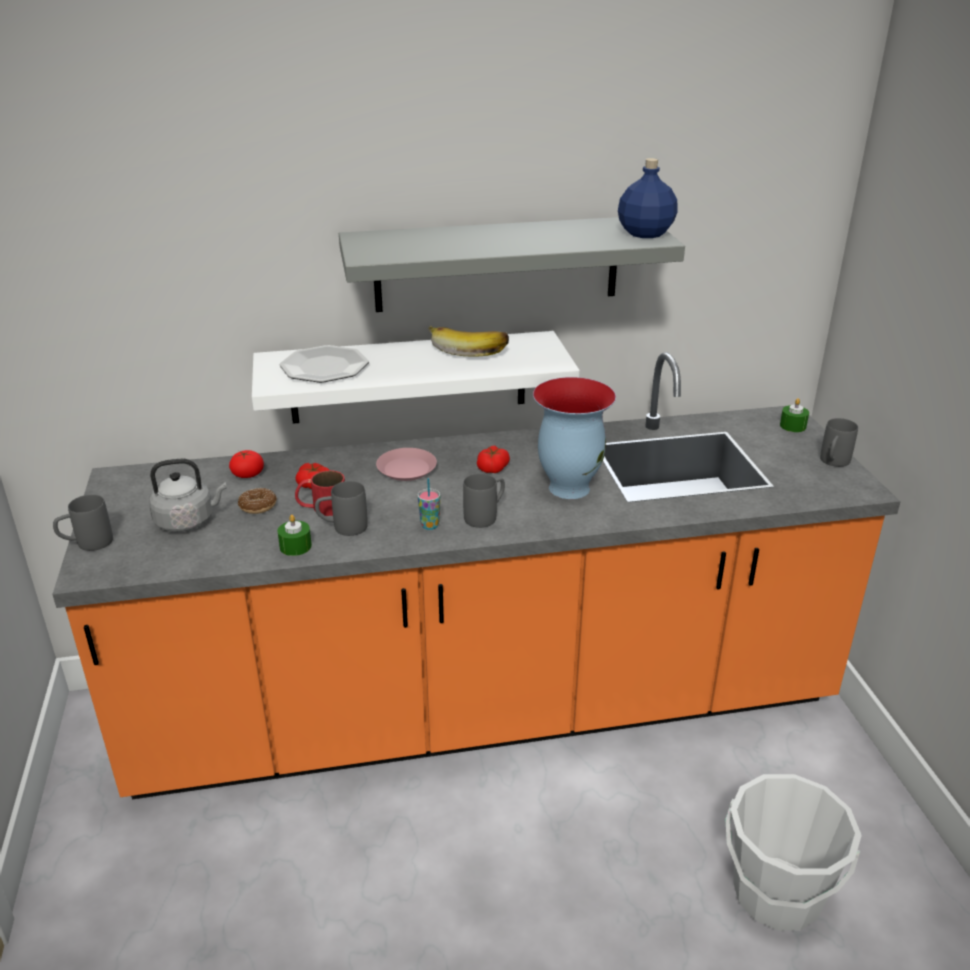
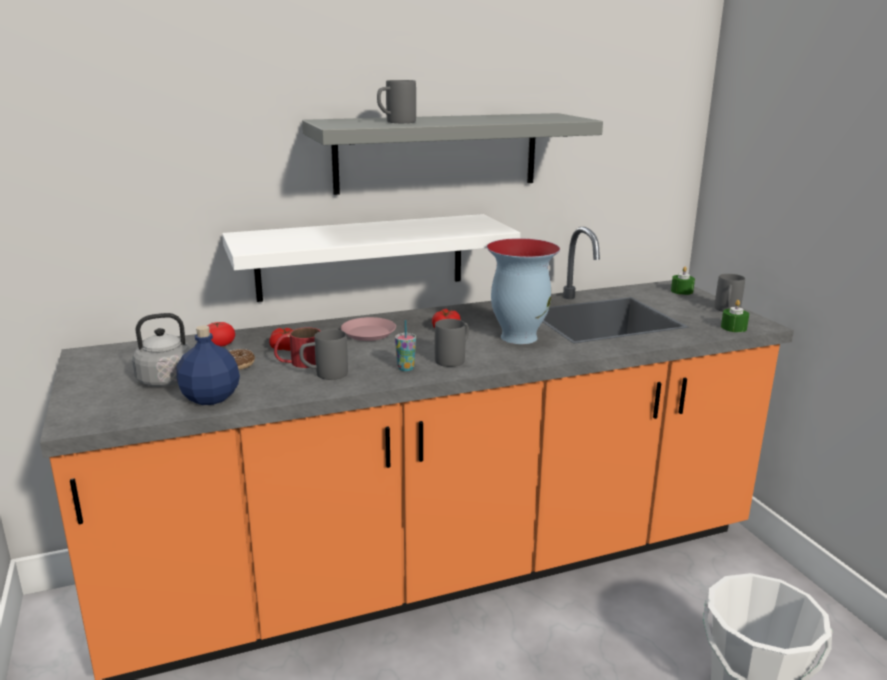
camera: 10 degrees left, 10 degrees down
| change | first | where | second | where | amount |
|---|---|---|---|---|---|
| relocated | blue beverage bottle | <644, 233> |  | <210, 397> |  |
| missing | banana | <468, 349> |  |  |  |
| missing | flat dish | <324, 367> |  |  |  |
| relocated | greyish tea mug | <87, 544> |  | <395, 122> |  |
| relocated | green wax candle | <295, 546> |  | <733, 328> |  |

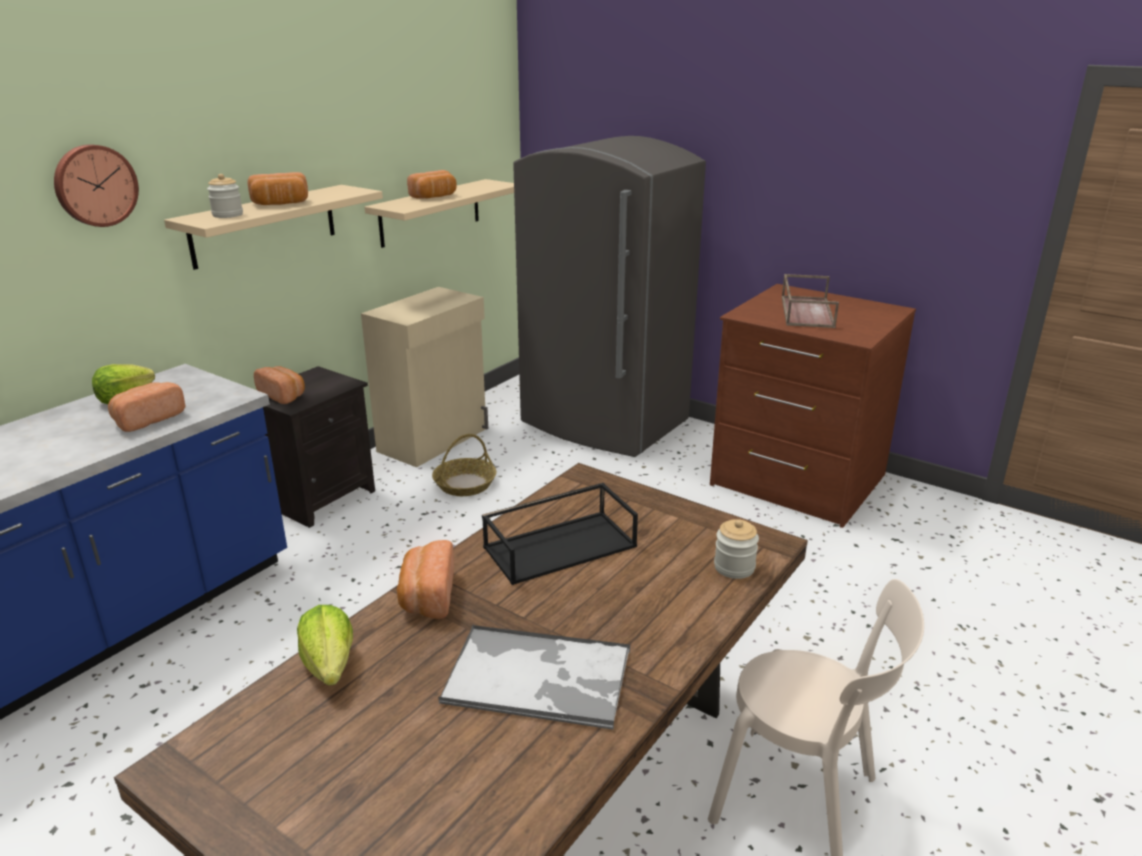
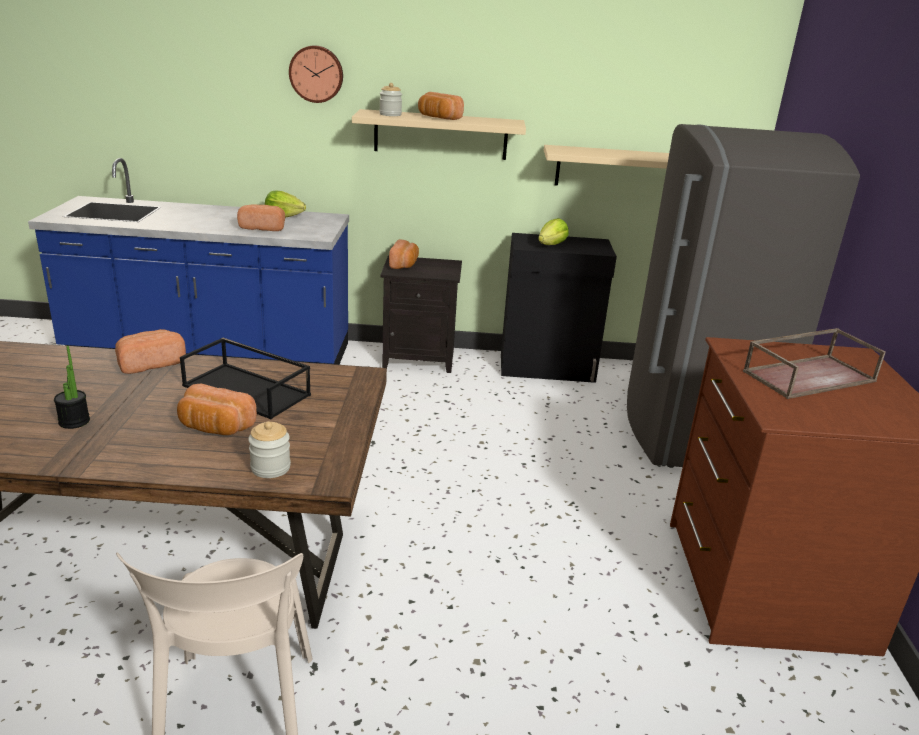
camera: 55 degrees right, 0 degrees up
| change | first | where | second | where | amount |
|---|---|---|---|---|---|
| relocated | bakery bread | <435, 197> |  | <215, 428> |  |
| colour | sand-coloured storage cabinet | <434, 440> | black storage cabinet | <548, 368> |  |
| missing | household basket | <465, 484> |  |  |  |
| relocated | head of lettuce | <329, 665> |  | <551, 245> |  |
| exchanged | carrying tray | <539, 677> | potted plant | <74, 421> |  |

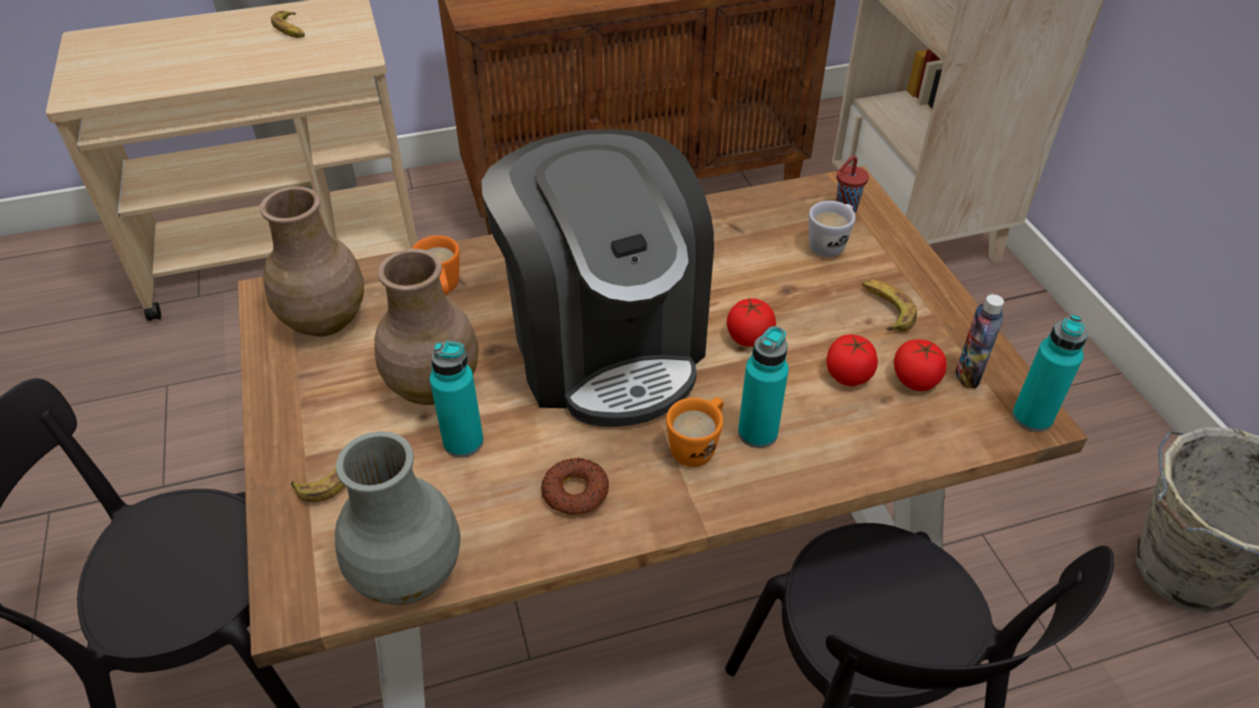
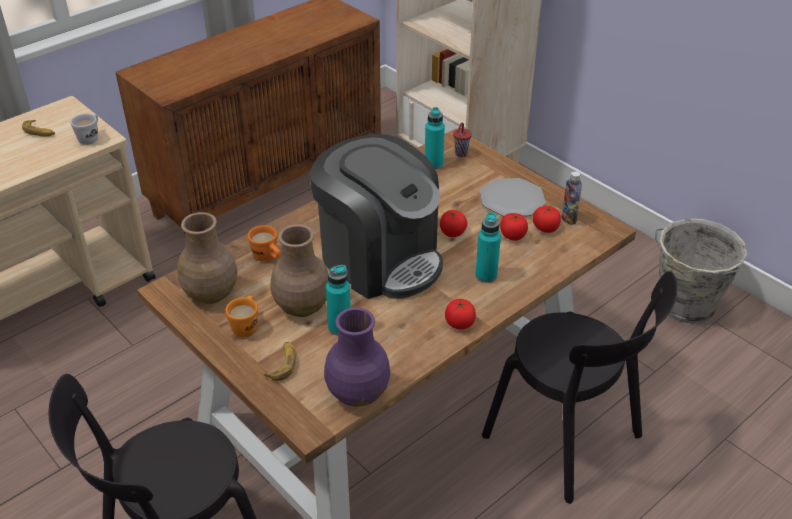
camera: 25 degrees left, 5 degrees down
| change | first | where | second | where | amount |
|---|---|---|---|---|---|
| relocated | white tea mug | <830, 244> |  | <91, 138> |  |
| exchanged | banana | <885, 309> | flat dish | <512, 199> |  |
| relocated | turquoise beverage bottle | <1032, 417> |  | <433, 164> |  |
| relocated | orange tea mug | <698, 446> |  | <246, 326> |  |
| colour | greyish flower vase | <406, 575> | purple-coloured flower vase | <357, 394> |  |
| missing | doughnut | <575, 492> |  |  |  |
| appeared |  |  | fresh tomato | <459, 323> |  |

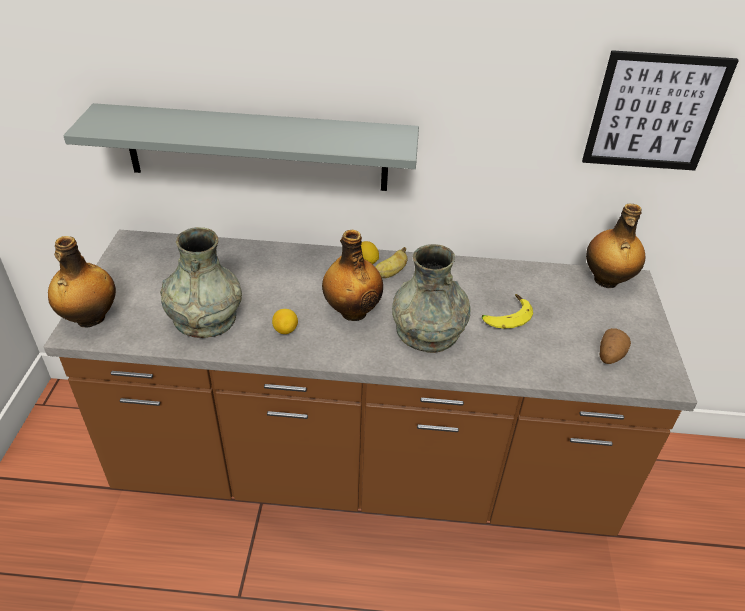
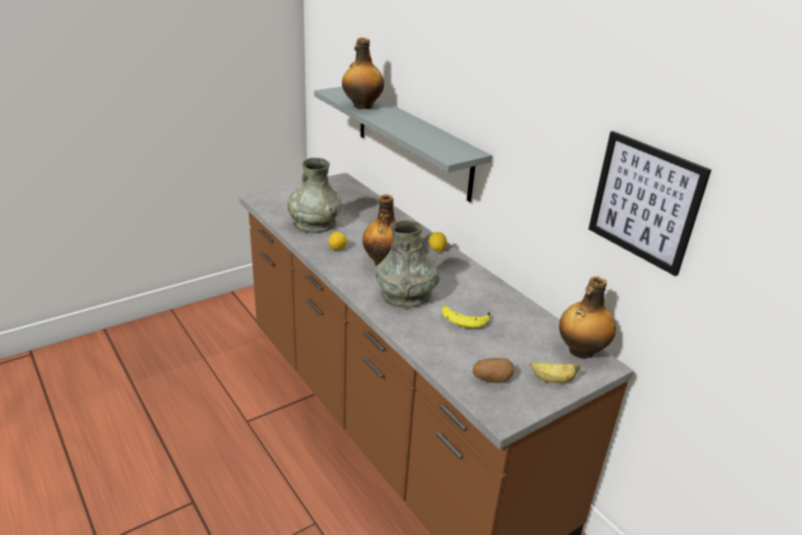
camera: 50 degrees right, 10 degrees down
| change | first | where | second | where | amount |
|---|---|---|---|---|---|
| relocated | beverage bottle | <90, 318> |  | <362, 106> |  |
| relocated | banana | <390, 273> |  | <551, 380> |  |

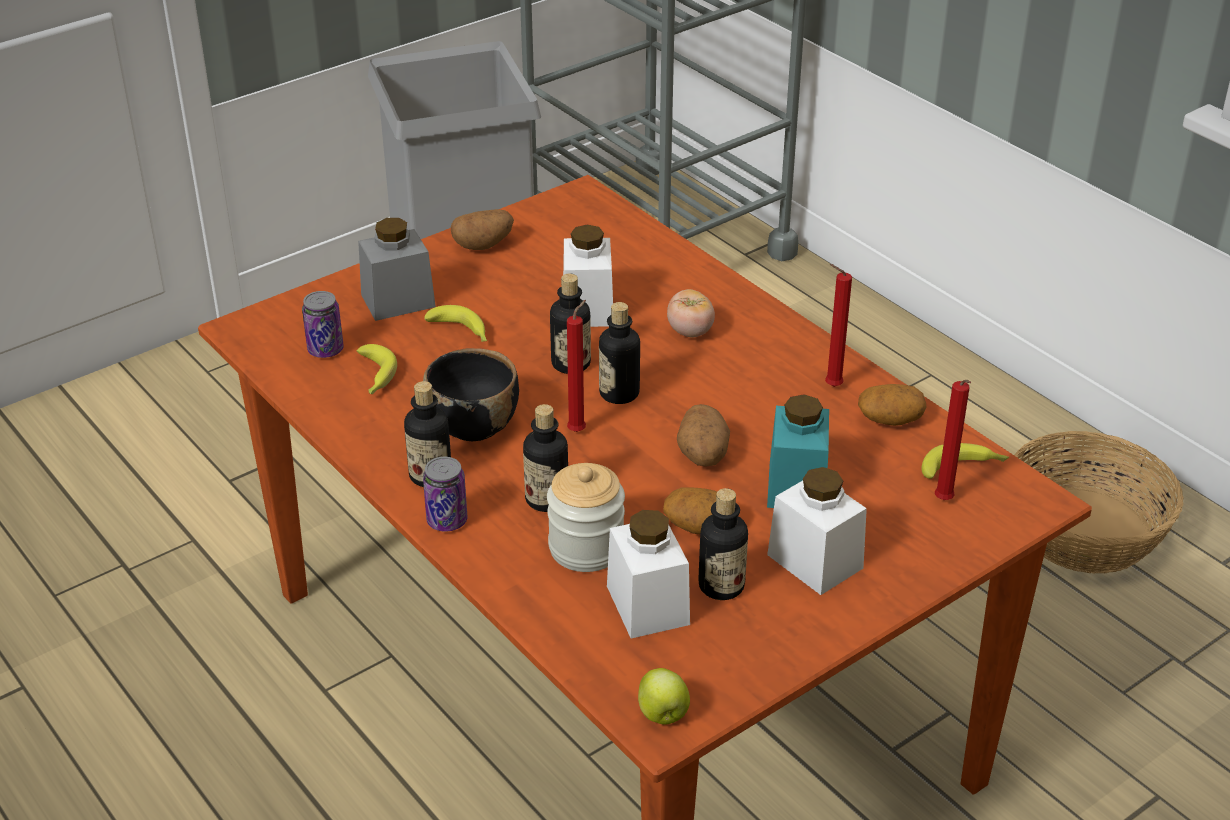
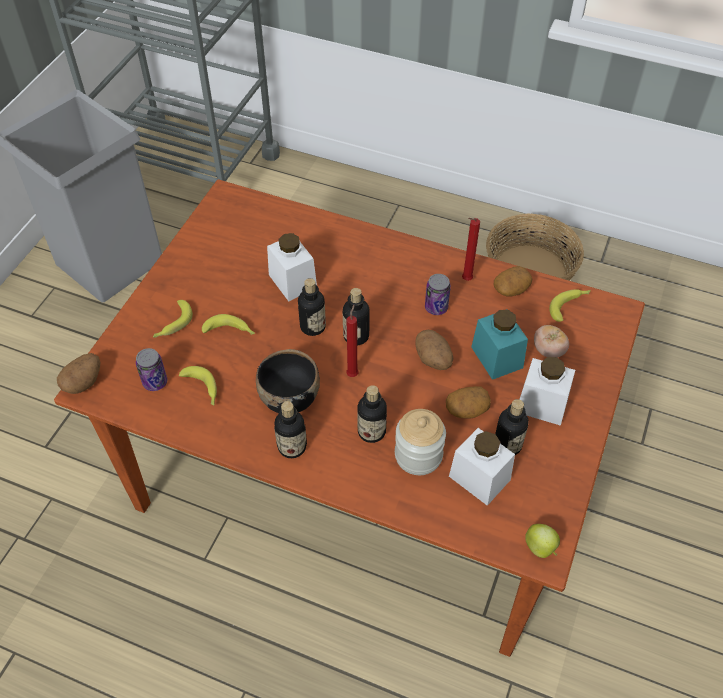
camera: 30 degrees left, 15 degrees up
| change | first | where | second | where | amount |
|---|---|---|---|---|---|
| relocated | potato | <483, 245> |  | <83, 382> |  |
| exchanged | greyish preserve jar | <398, 301> | banana | <172, 324> |  |
| relocated | fresh tomato | <690, 331> |  | <548, 350> |  |
| missing | reddish wax candle | <944, 502> |  |  |  |
| relocated | can | <447, 521> |  | <436, 307> |  |

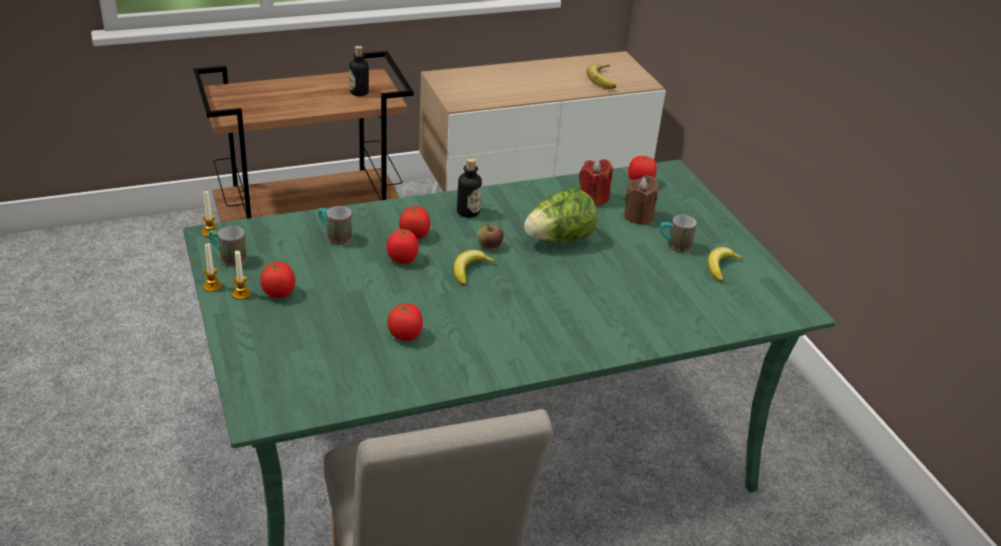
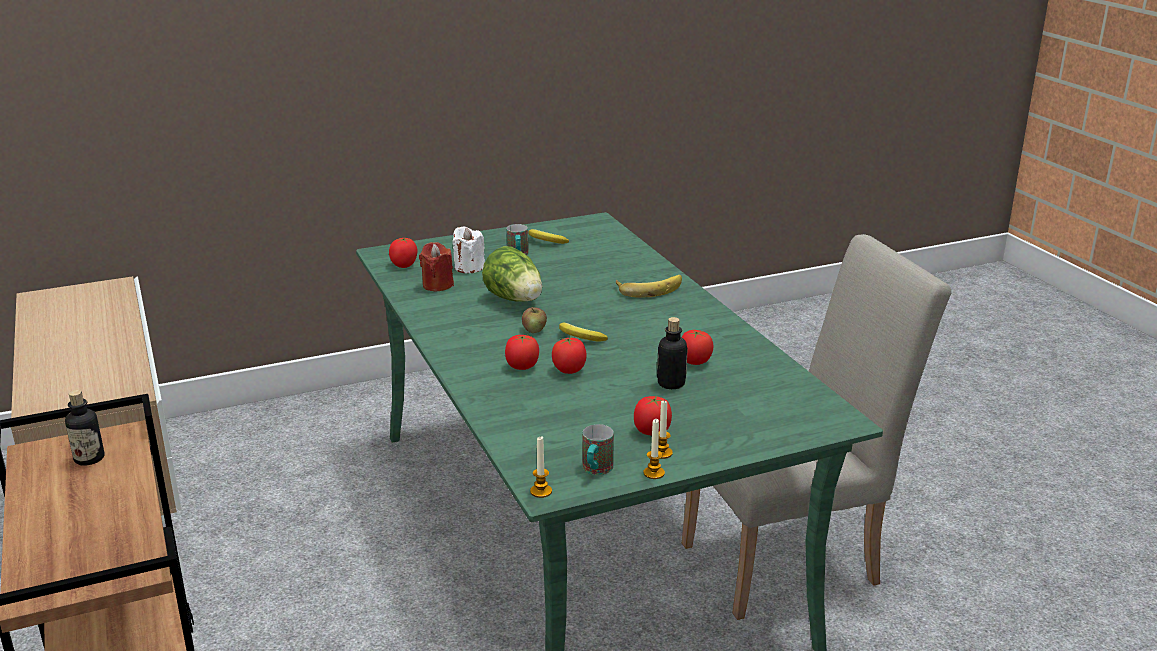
camera: 90 degrees left, 10 degrees down
| change | first | where | second | where | amount |
|---|---|---|---|---|---|
| relocated | banana | <605, 79> |  | <649, 288> |  |
| relocated | beverage bottle | <468, 212> |  | <671, 383> |  |
| colour | brown wax candle | <638, 216> | white wax candle | <469, 267> |  |
| missing | tea mug | <334, 237> |  |  |  |

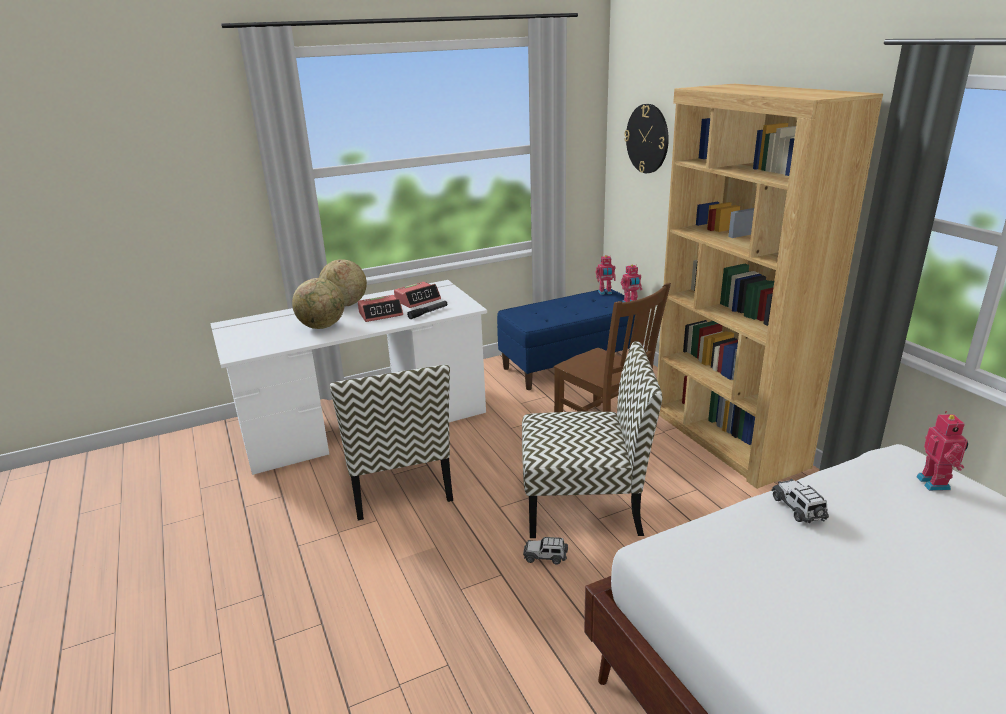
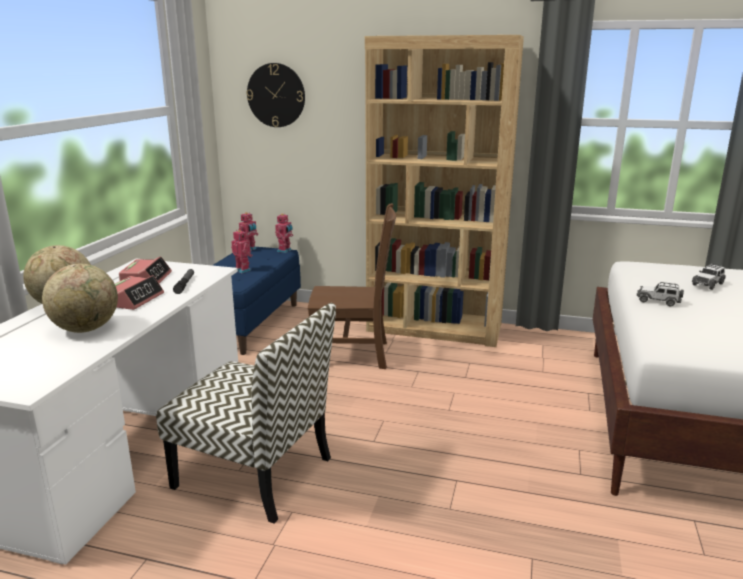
camera: 50 degrees left, 5 degrees down
| change | first | where | second | where | amount |
|---|---|---|---|---|---|
| missing | chair | <584, 504> |  |  |  |
| relocated | model robot | <935, 483> |  | <243, 270> |  |
| relocated | model car | <545, 556> |  | <708, 284> |  |

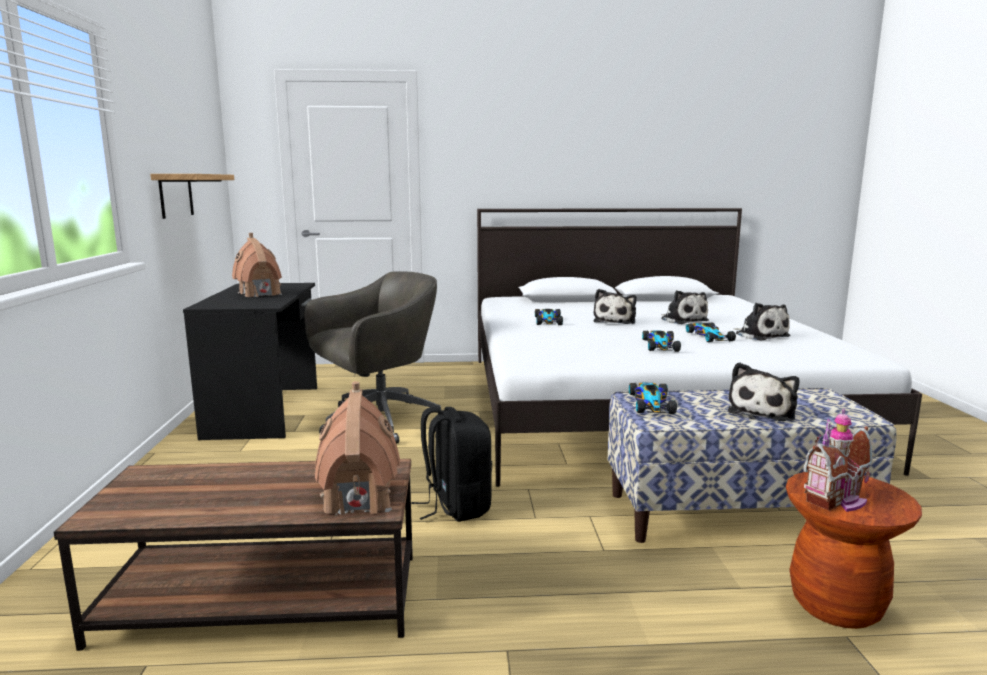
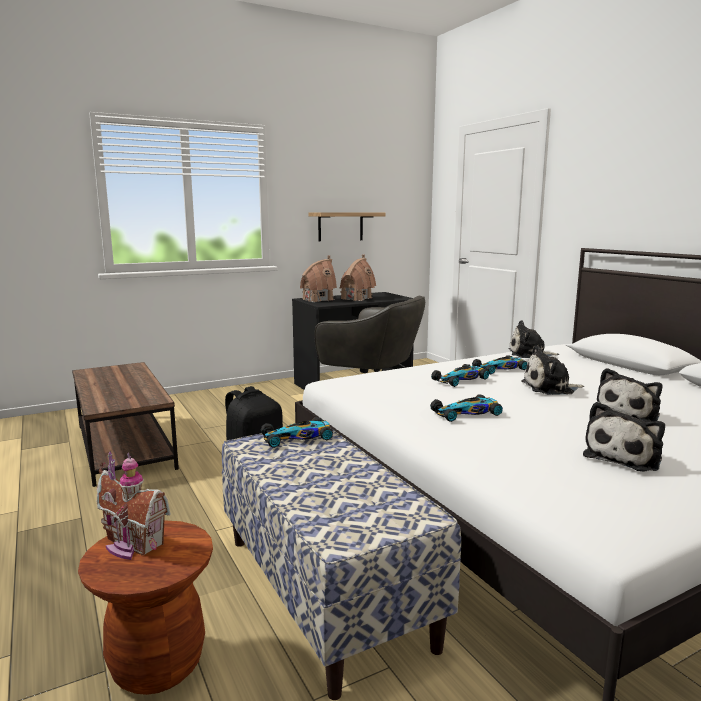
camera: 65 degrees right, 0 degrees up
| change | first | where | second | where | amount |
|---|---|---|---|---|---|
| relocated | model car | <709, 336> |  | <461, 379> |  |
| relocated | plush toy | <763, 411> |  | <529, 354> |  |
| relocated | miniature house | <358, 498> |  | <317, 299> |  |

